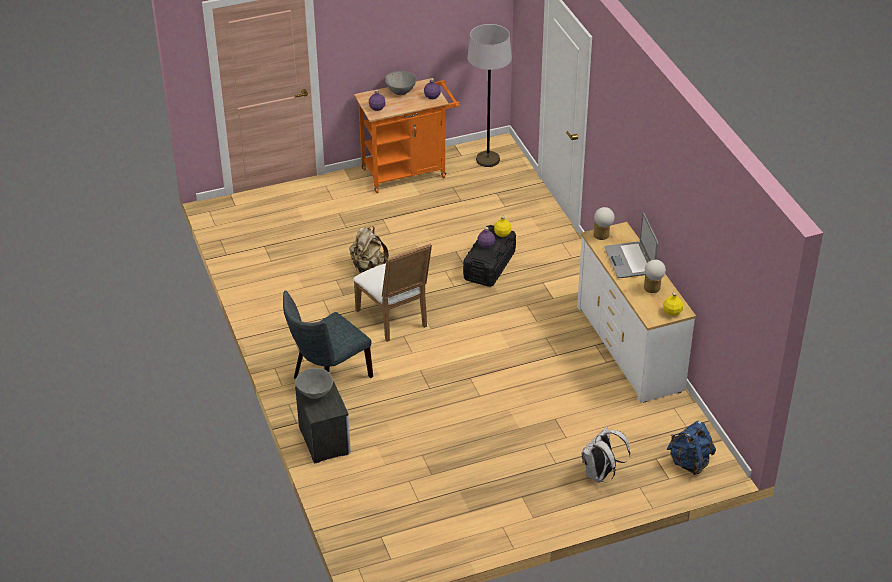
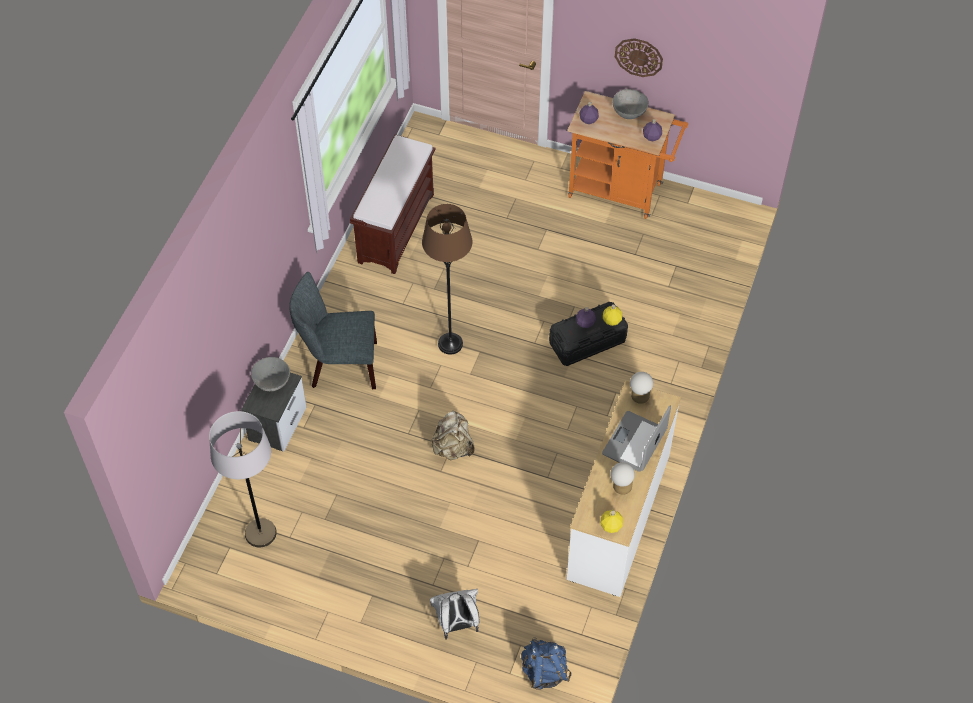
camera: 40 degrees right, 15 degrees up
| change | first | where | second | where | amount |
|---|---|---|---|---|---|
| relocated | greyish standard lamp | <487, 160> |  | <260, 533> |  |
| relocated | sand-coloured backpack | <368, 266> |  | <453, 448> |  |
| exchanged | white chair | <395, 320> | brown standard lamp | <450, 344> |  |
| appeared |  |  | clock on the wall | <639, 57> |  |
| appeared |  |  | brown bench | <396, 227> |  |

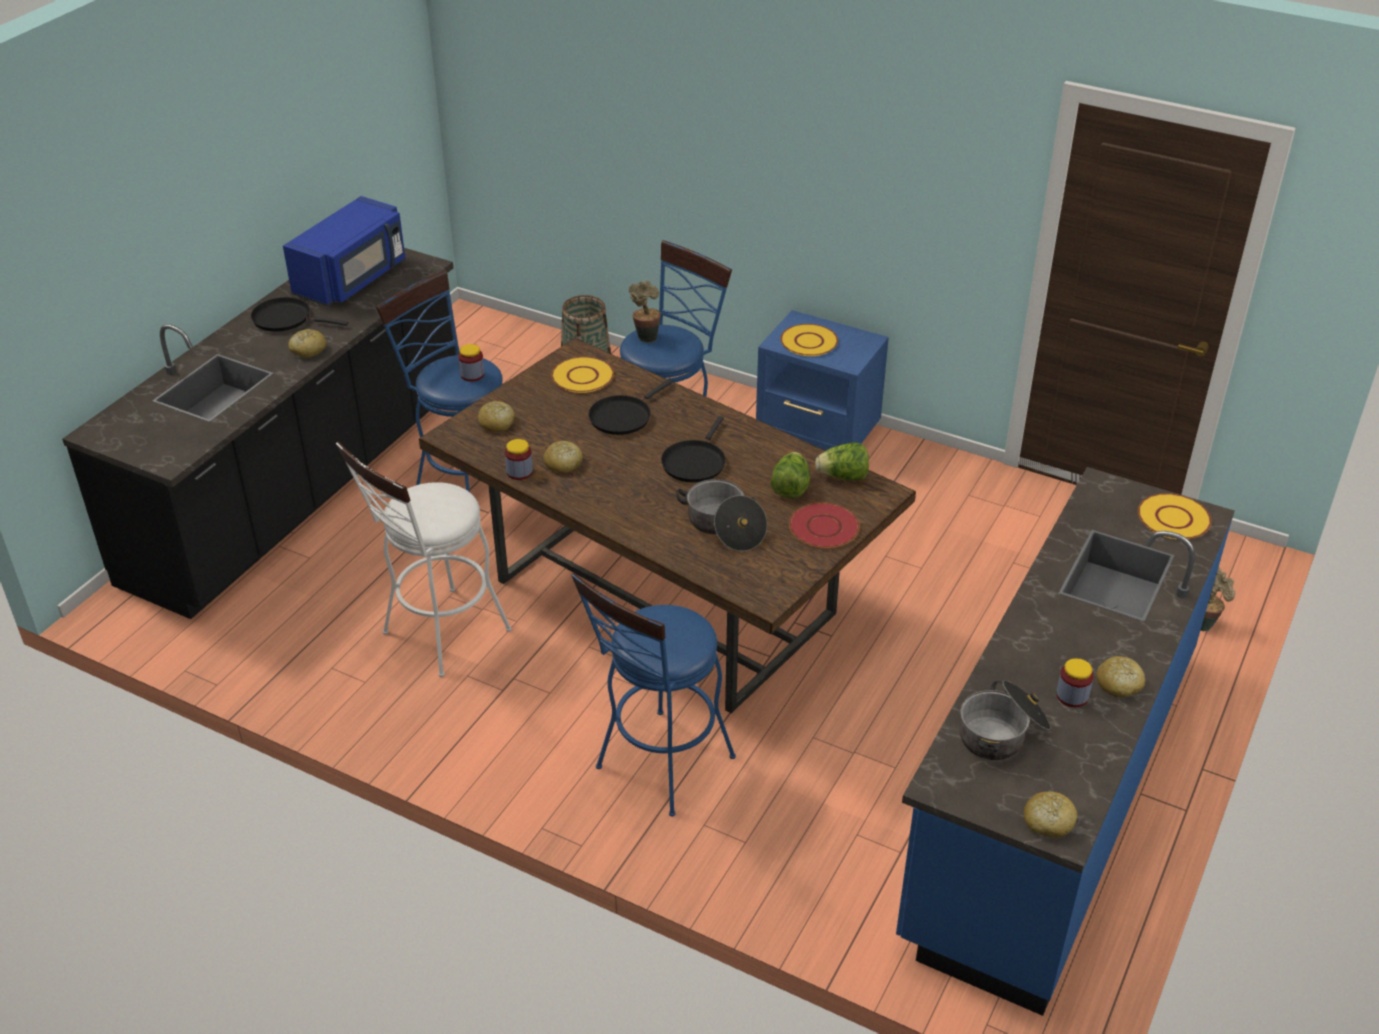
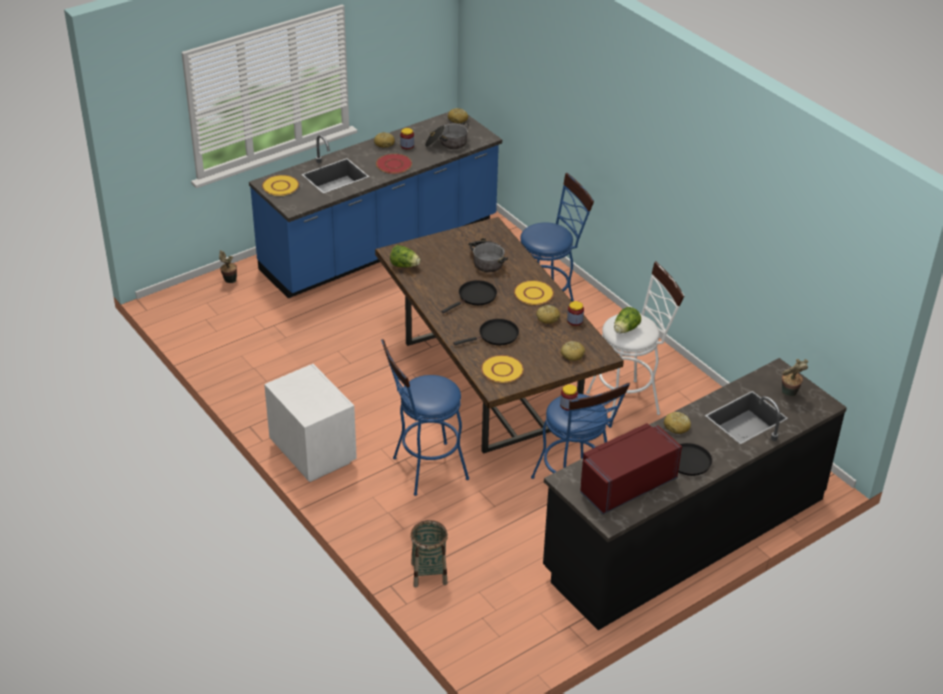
camera: 155 degrees left, 0 degrees up
| change | first | where | second | where | amount |
|---|---|---|---|---|---|
| colour | blue kitchen microwave | <353, 278> | reddish kitchen microwave | <626, 485> |  |
| relocated | potted plant | <646, 336> |  | <789, 394> |  |
| colour | blue night table | <818, 433> | white night table | <313, 453> |  |
| relocated | yellowish flat dish | <809, 342> |  | <533, 293> |  |
| relocated | head of lettuce | <790, 487> |  | <625, 330> |  |
| relocated | reddish flat dish | <824, 527> |  | <394, 164> |  |

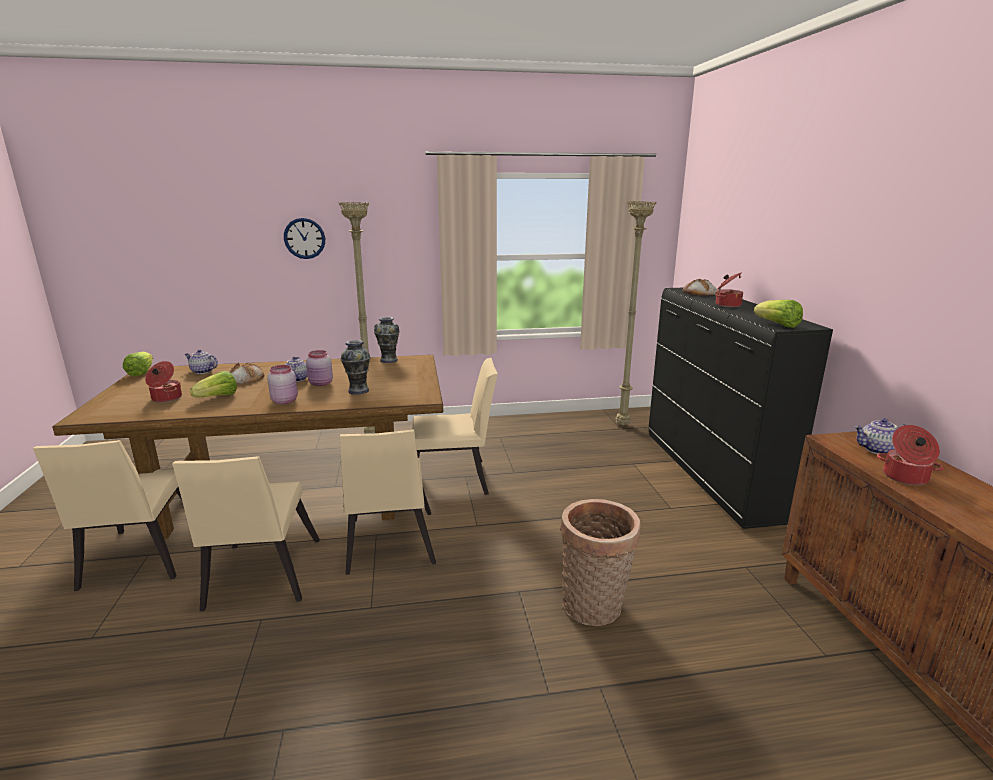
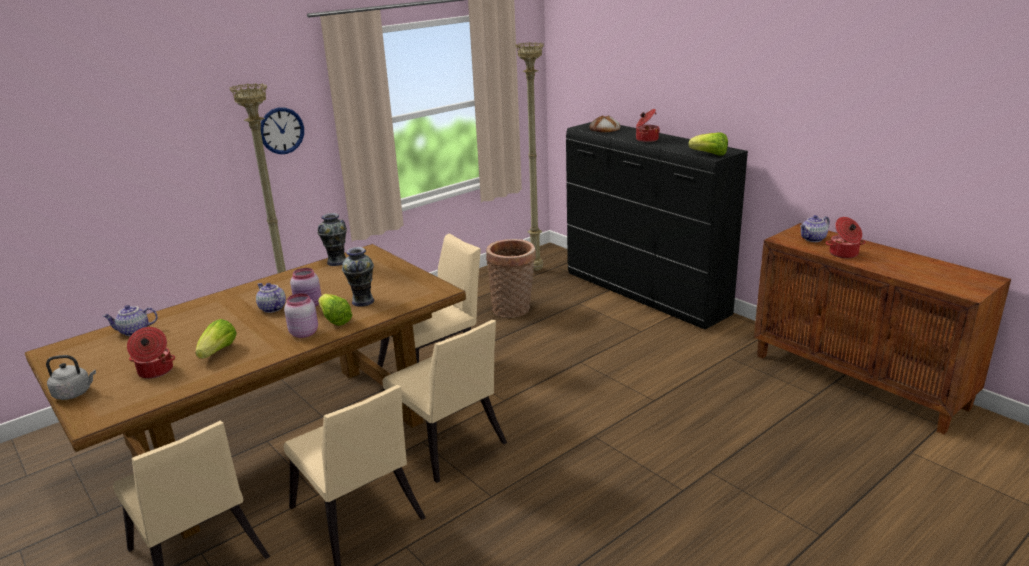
camera: 30 degrees left, 5 degrees up
| change | first | where | second | where | amount |
|---|---|---|---|---|---|
| relocated | clock on the wall | <304, 238> |  | <281, 130> |  |
| relocated | head of lettuce | <141, 373> |  | <335, 320> |  |
| missing | bakery bread | <245, 378> |  |  |  |
| relocated | household basket | <594, 608> |  | <513, 310> |  |
| appeared |  |  | greyish kettle | <75, 393> |  |

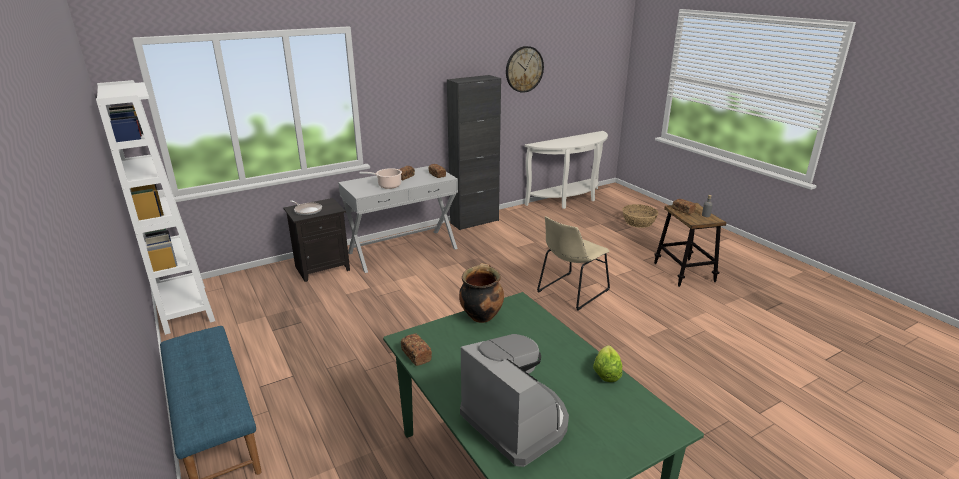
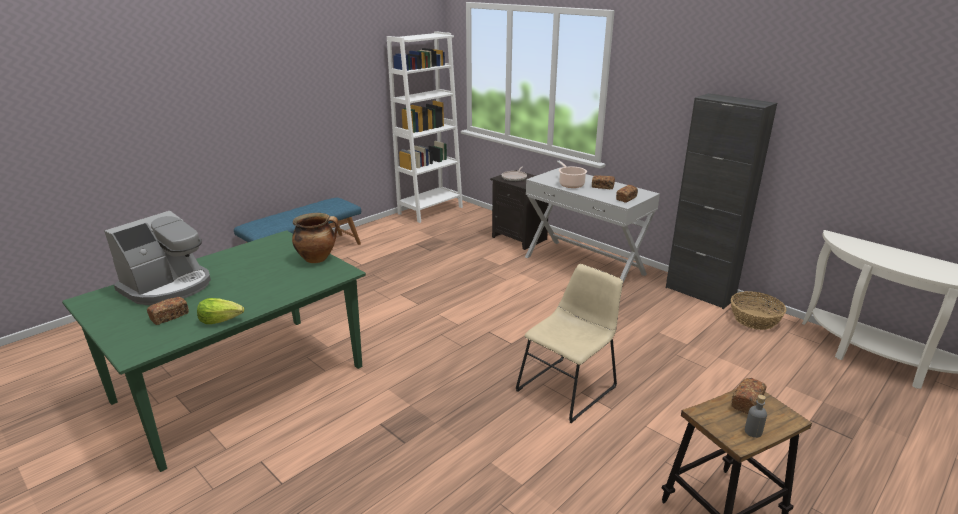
camera: 75 degrees right, 0 degrees up
| change | first | where | second | where | amount |
|---|---|---|---|---|---|
| missing | clock on the wall | <524, 69> |  |  |  |
| relocated | household basket | <638, 222> |  | <754, 319> |  |
| spun | sand-coloured chair | <571, 292> |  | <569, 387> | 105 degrees clockwise |
| relocated | bakery bread | <416, 355> |  | <169, 316> |  |

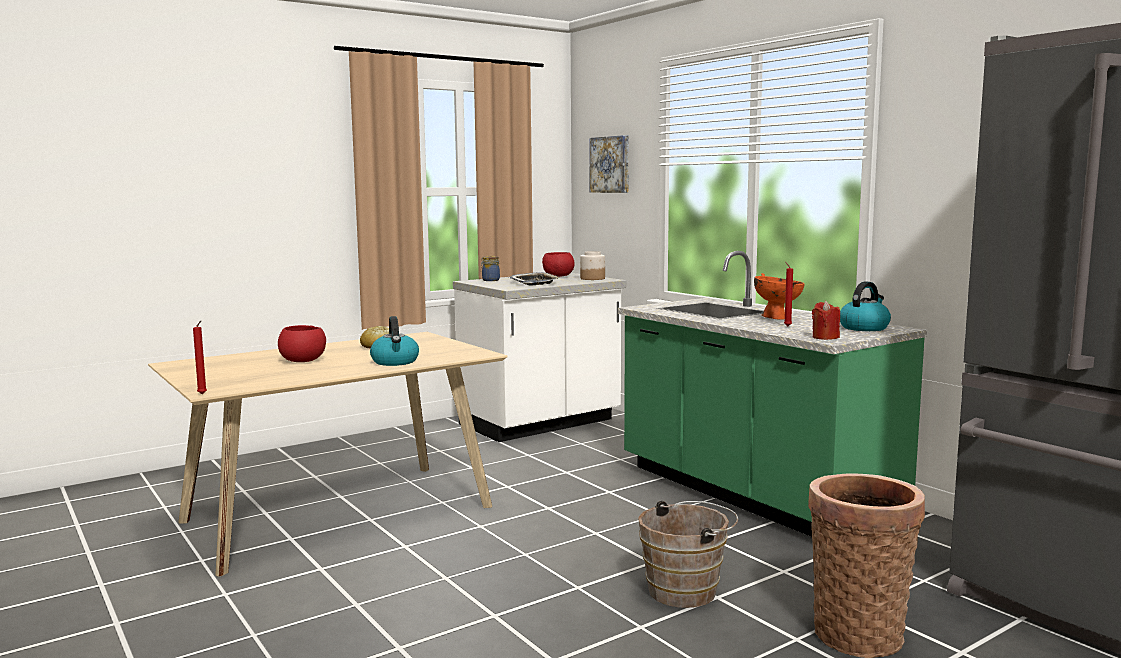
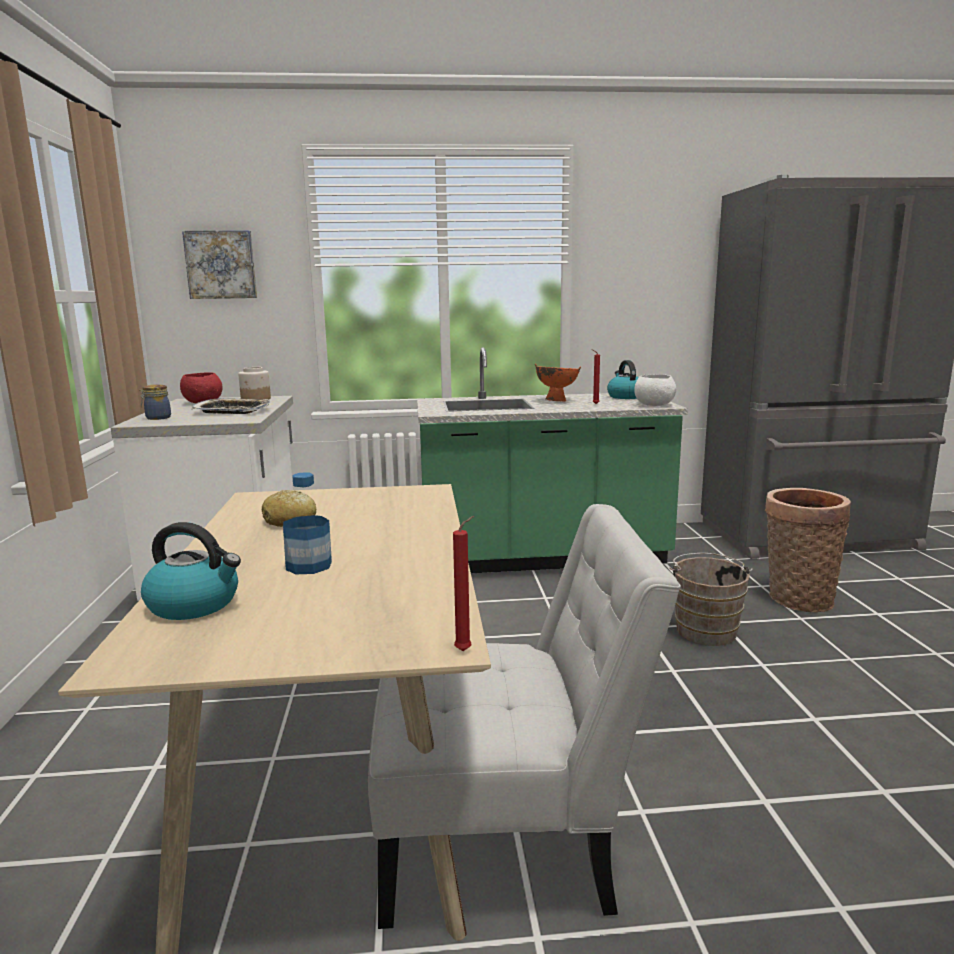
camera: 60 degrees left, 5 degrees up
| change | first | where | second | where | amount |
|---|---|---|---|---|---|
| exchanged | reddish wax candle | <825, 337> | white bowl | <653, 405> |  |
| relocated | kettle | <395, 362> |  | <195, 604> |  |
| exchanged | reddish bowl | <303, 361> | beverage bottle | <309, 566> |  |
| appeared |  |  | white chair | <508, 837> |  |

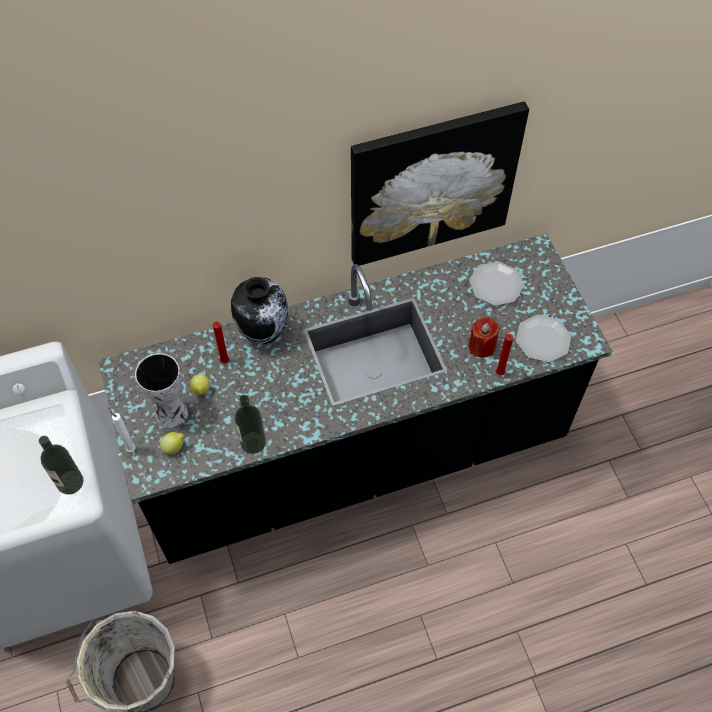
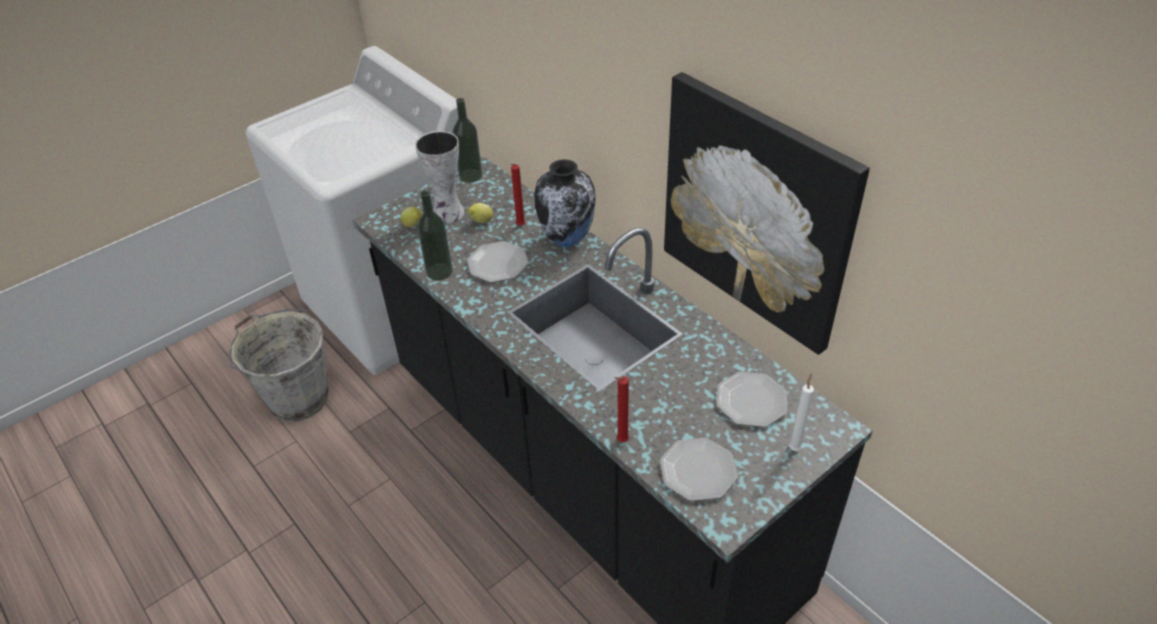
camera: 70 degrees right, 15 degrees down
| change | first | where | second | where | amount |
|---|---|---|---|---|---|
| missing | reddish wax candle | <482, 346> |  |  |  |
| relocated | white wax candle | <130, 448> |  | <795, 447> |  |
| relocated | beverage bottle | <70, 482> |  | <470, 175> |  |
| appeared |  |  | flat dish | <498, 263> |  |

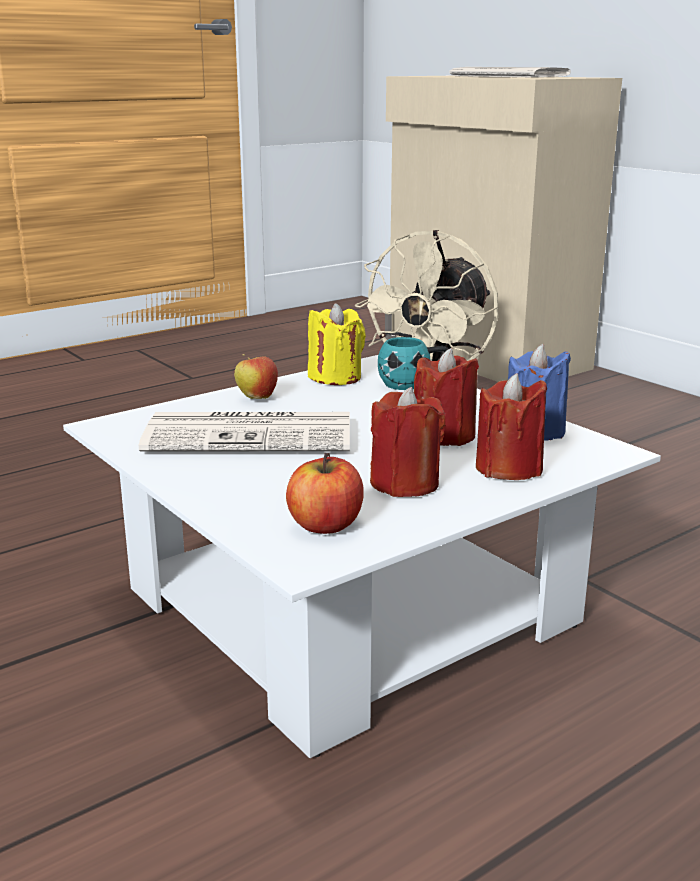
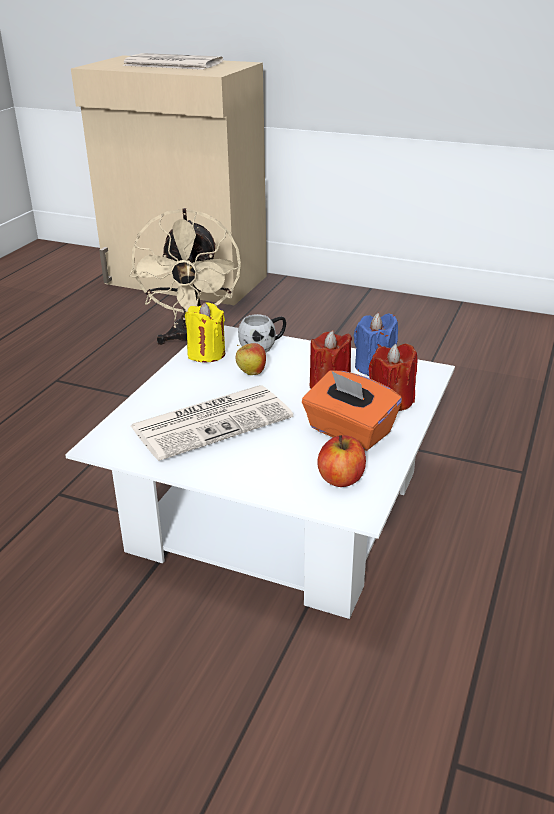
camera: 30 degrees left, 10 degrees up
| change | first | where | second | where | amount |
|---|---|---|---|---|---|
| colour | turquoise tea mug | <413, 384> | white tea mug | <263, 346> |  |
| relocated | apple | <256, 398> |  | <251, 373> |  |
| exchanged | reddish wax candle | <404, 483> | orange tissue box | <349, 432> |  |

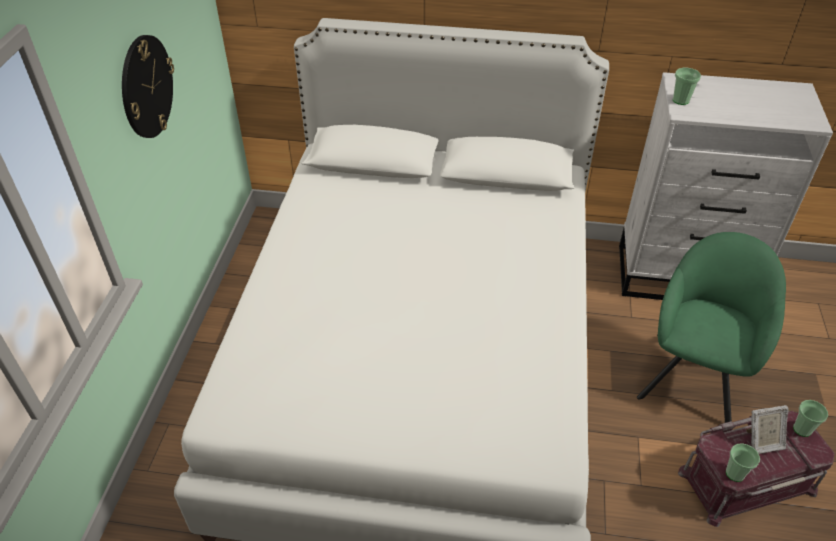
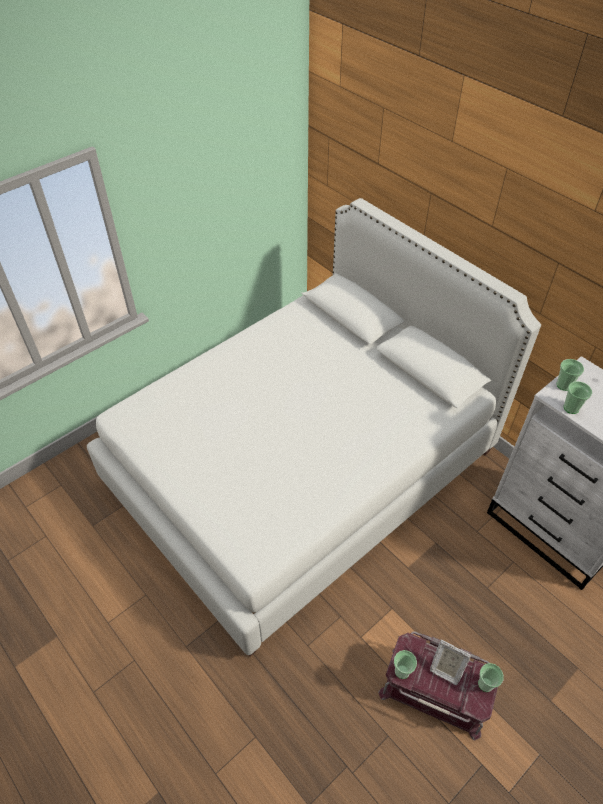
camera: 40 degrees right, 5 degrees up
| change | first | where | second | where | amount |
|---|---|---|---|---|---|
| missing | clock on the wall | <146, 87> |  |  |  |
| missing | green lounge chair | <694, 375> |  |  |  |
| appeared |  |  | small cup | <571, 408> |  |

